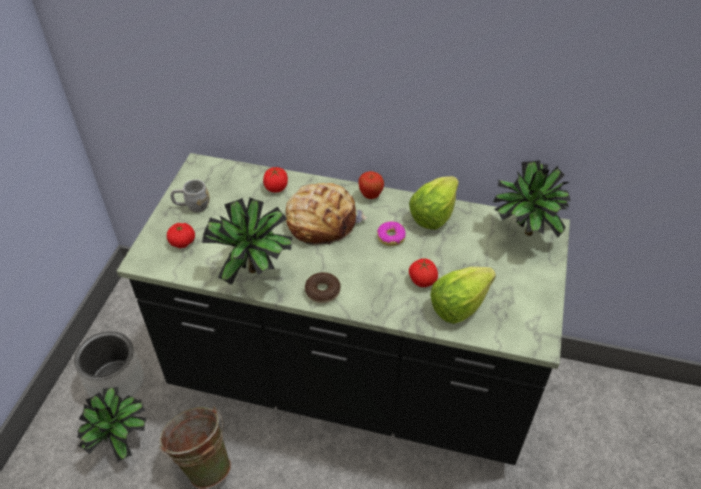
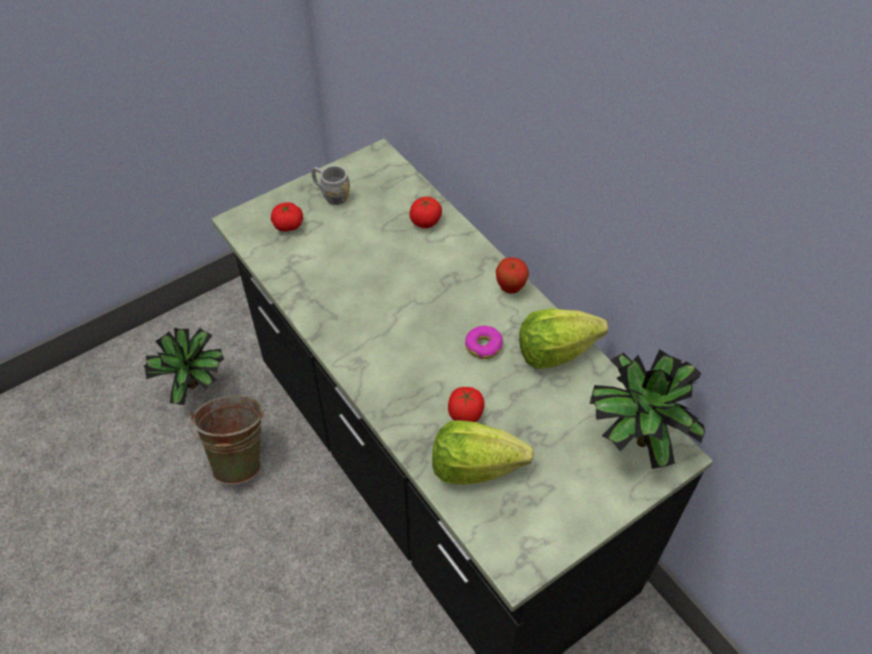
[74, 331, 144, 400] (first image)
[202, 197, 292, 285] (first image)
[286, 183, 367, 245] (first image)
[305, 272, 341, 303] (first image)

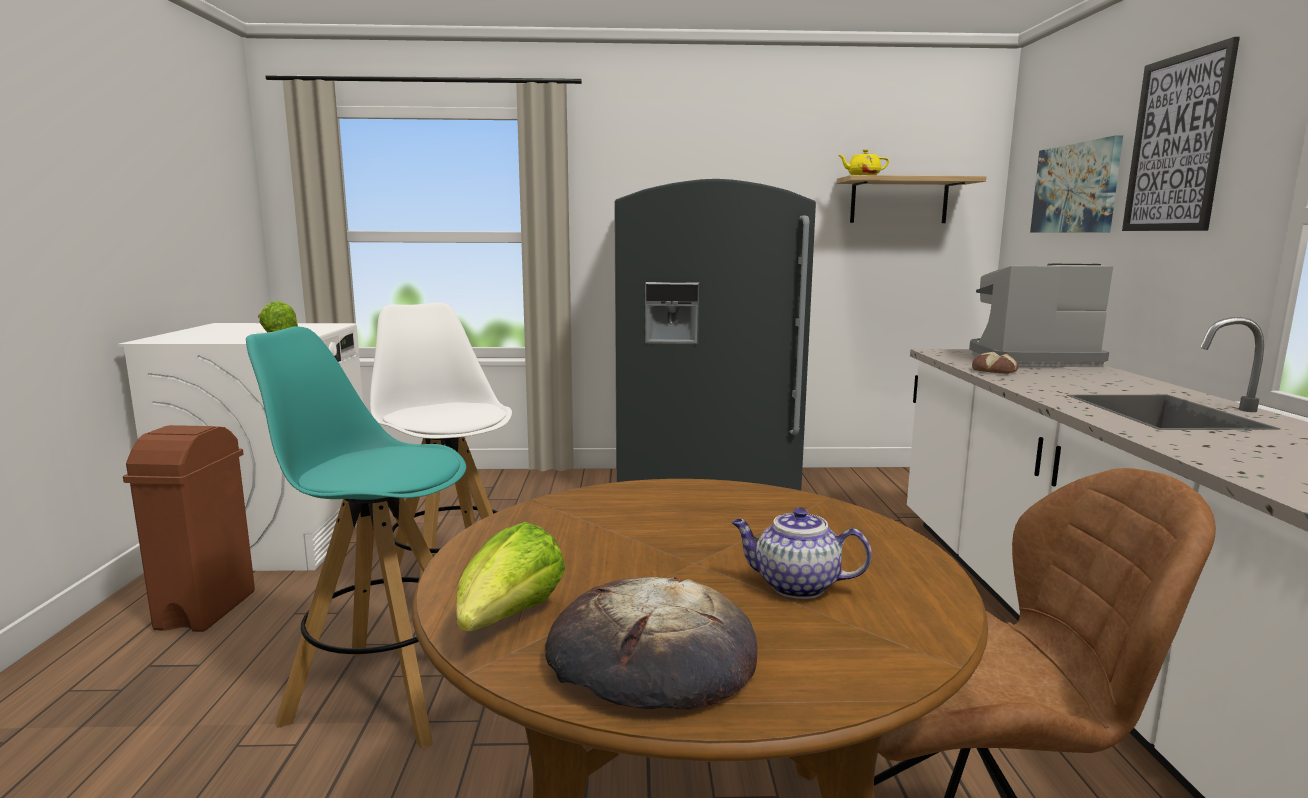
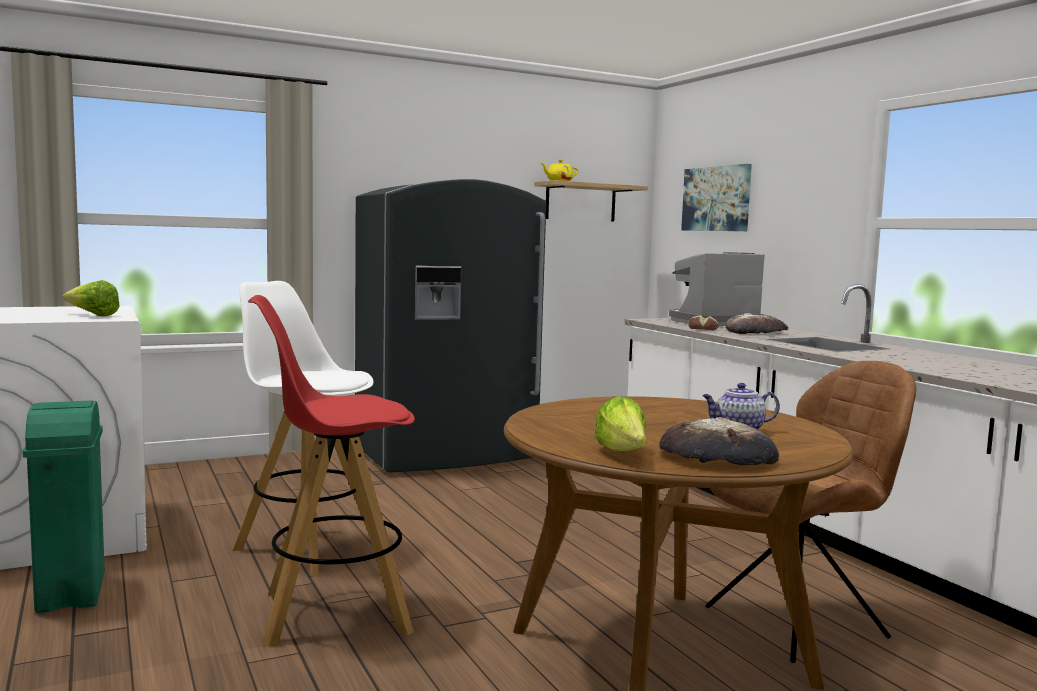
[1122, 37, 1240, 231] (first image)
[726, 313, 788, 334]
[22, 401, 105, 613]
[248, 295, 415, 647]

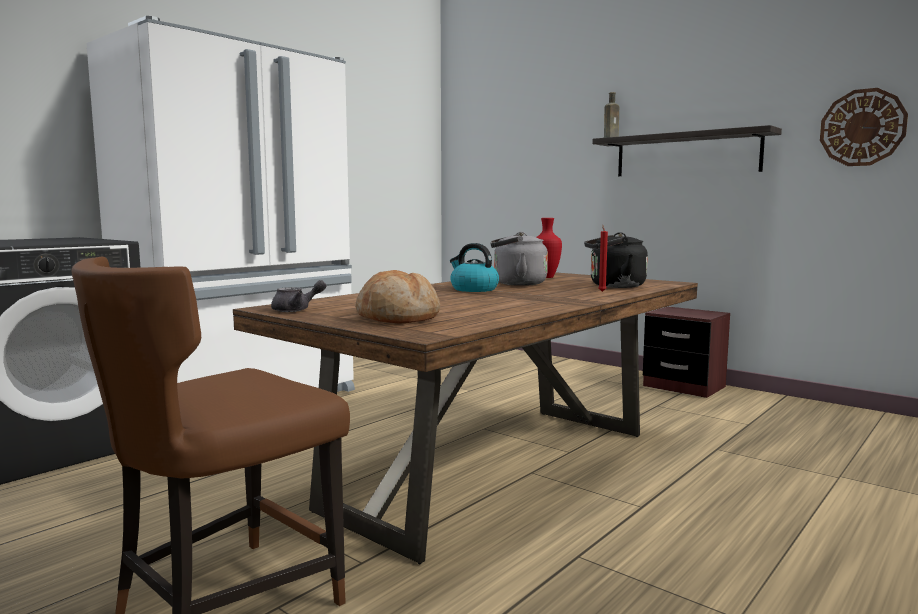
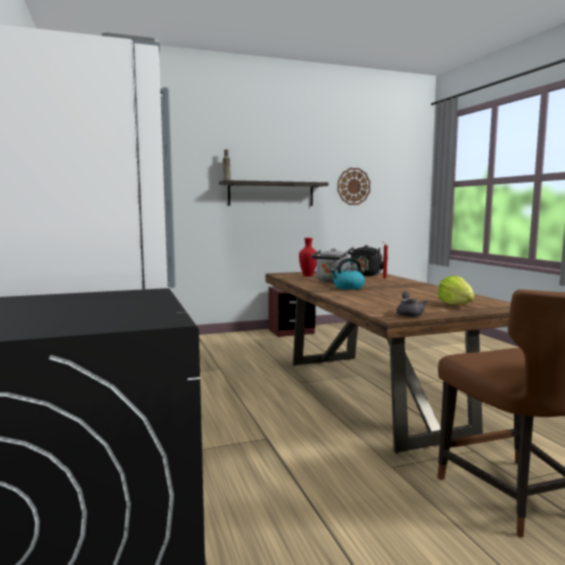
[438, 275, 474, 305]

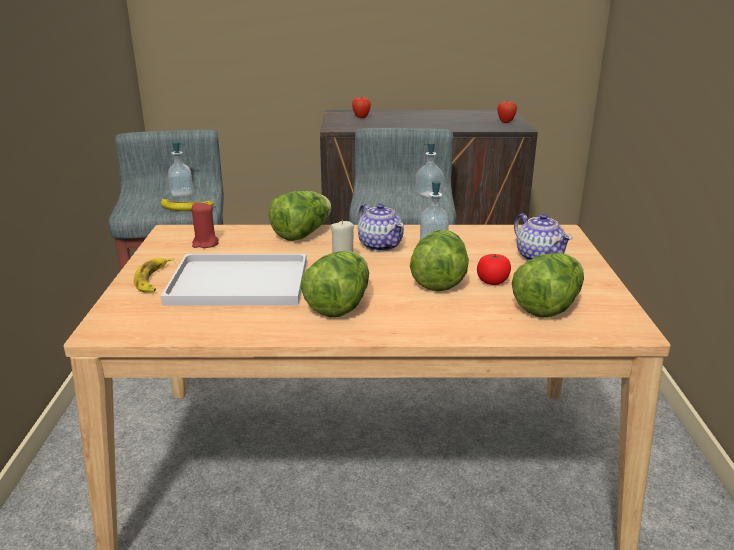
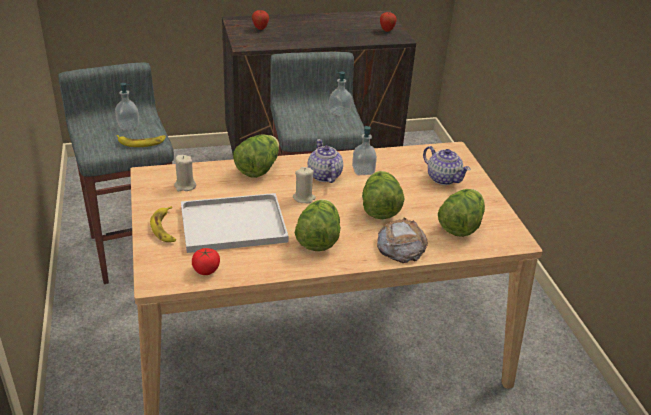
[377, 217, 428, 263]
[192, 248, 220, 275]
[174, 155, 196, 191]
[308, 139, 343, 183]

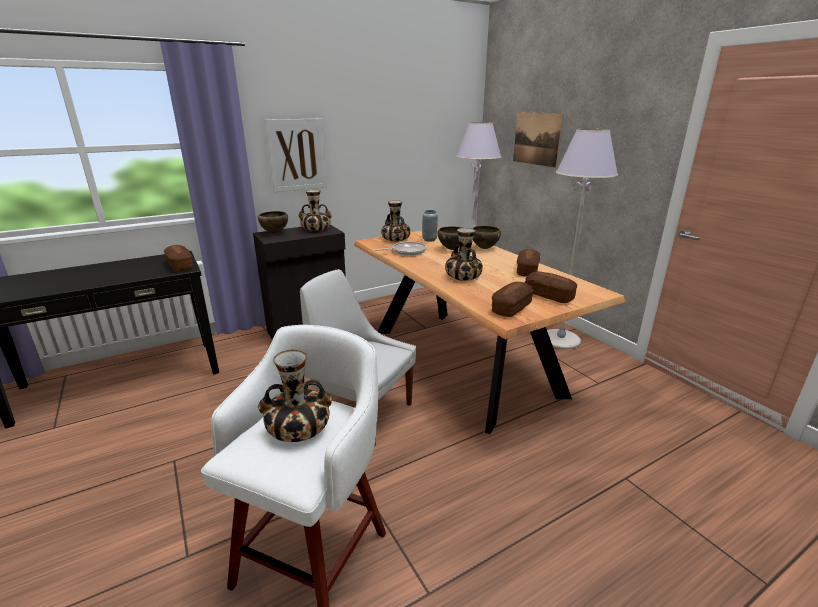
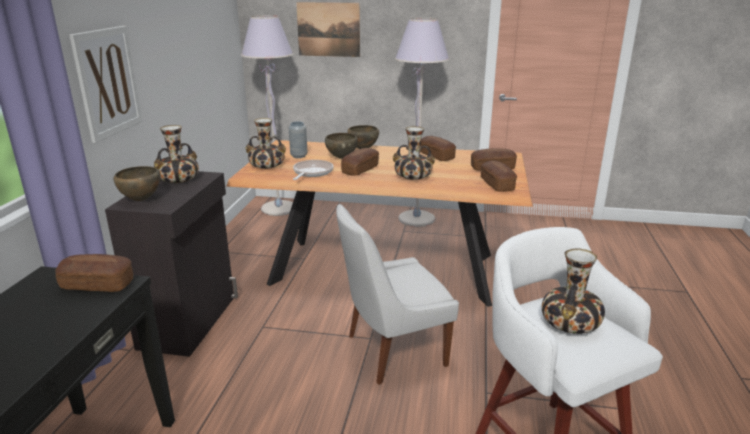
[341, 148, 379, 176]

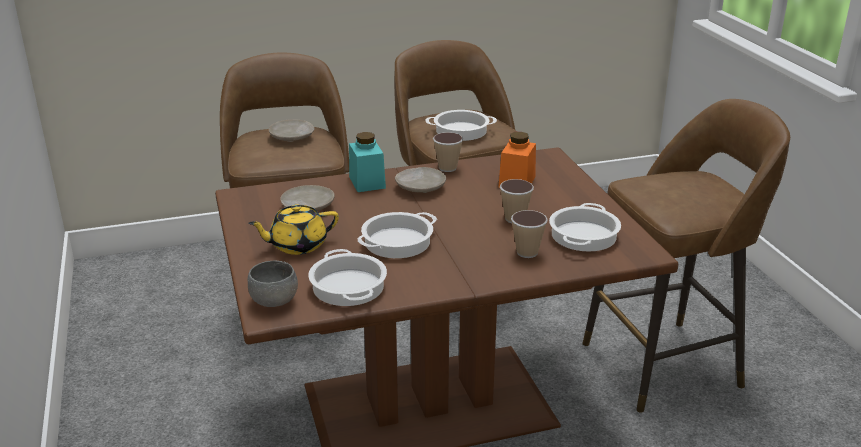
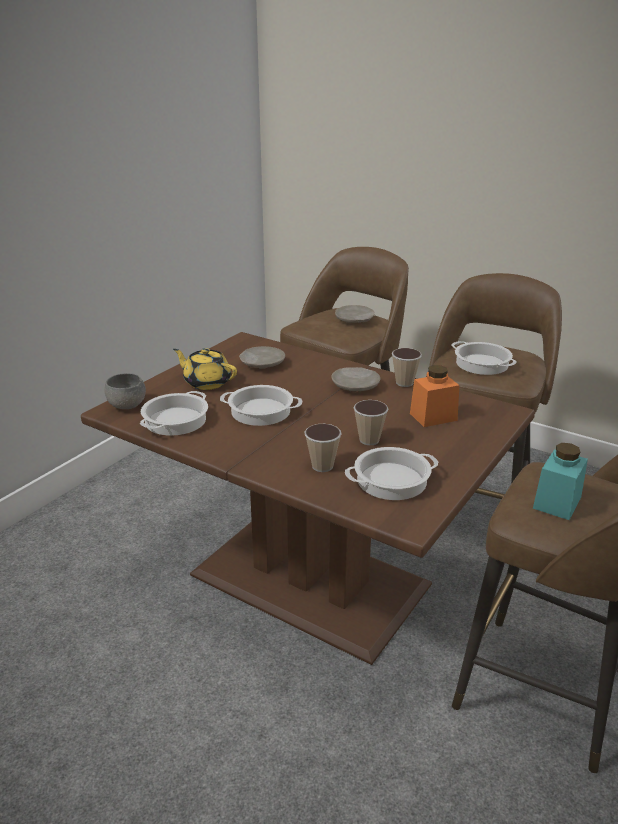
[533, 443, 588, 520]

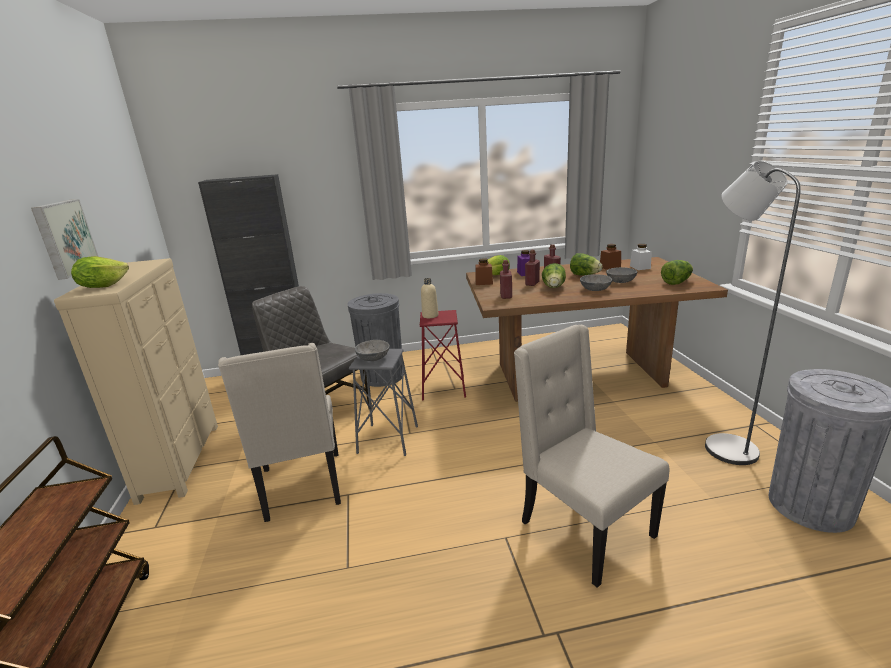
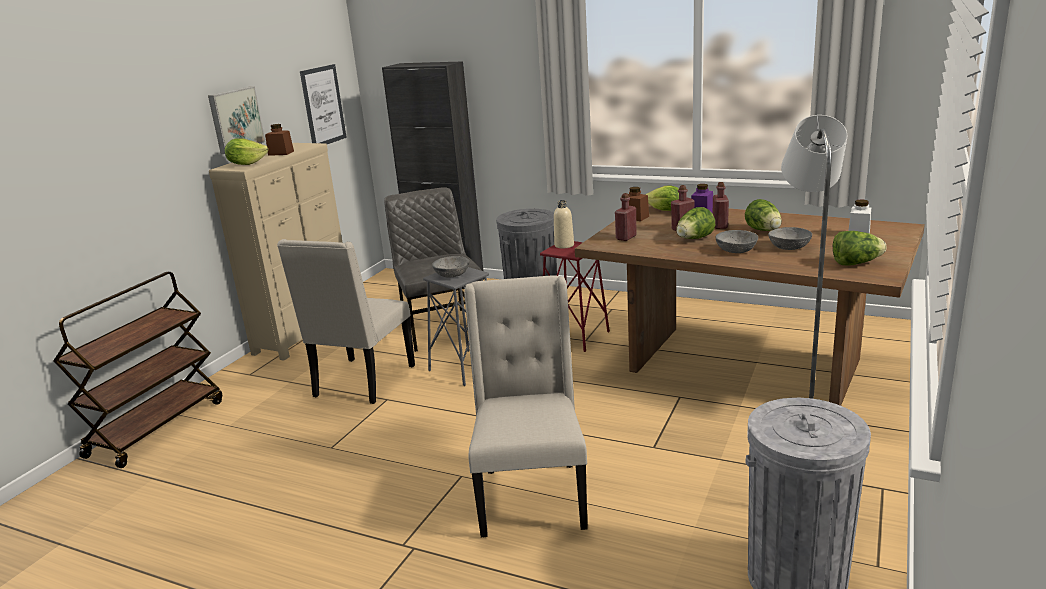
[300, 64, 347, 144]
[265, 124, 294, 156]

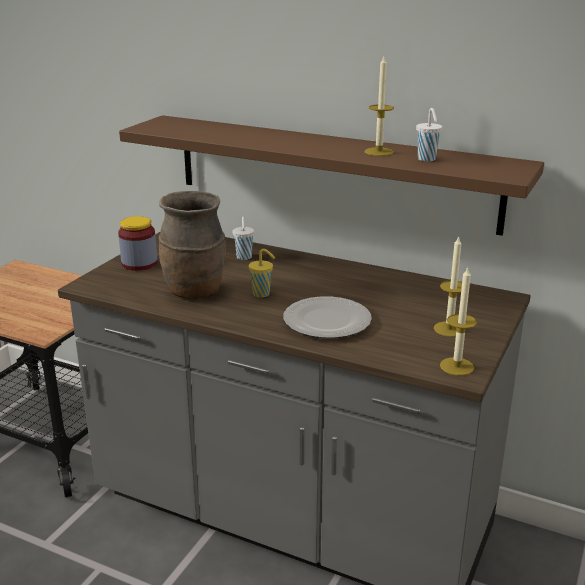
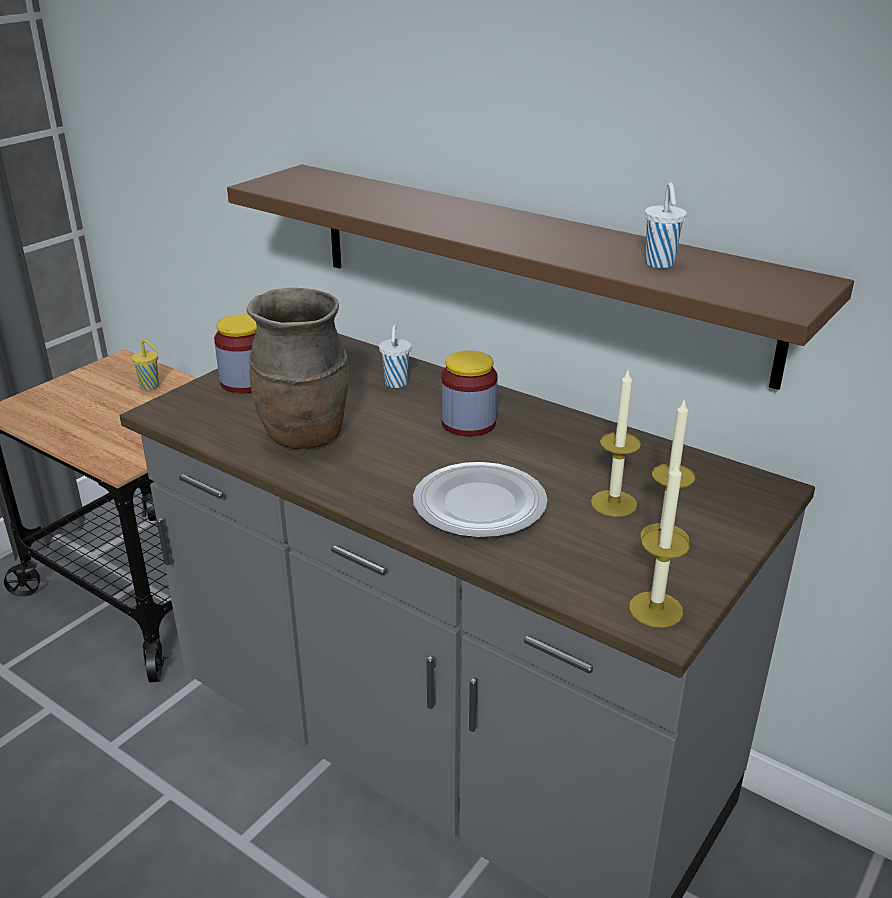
[441, 351, 498, 436]
[131, 339, 159, 390]
[591, 371, 641, 517]

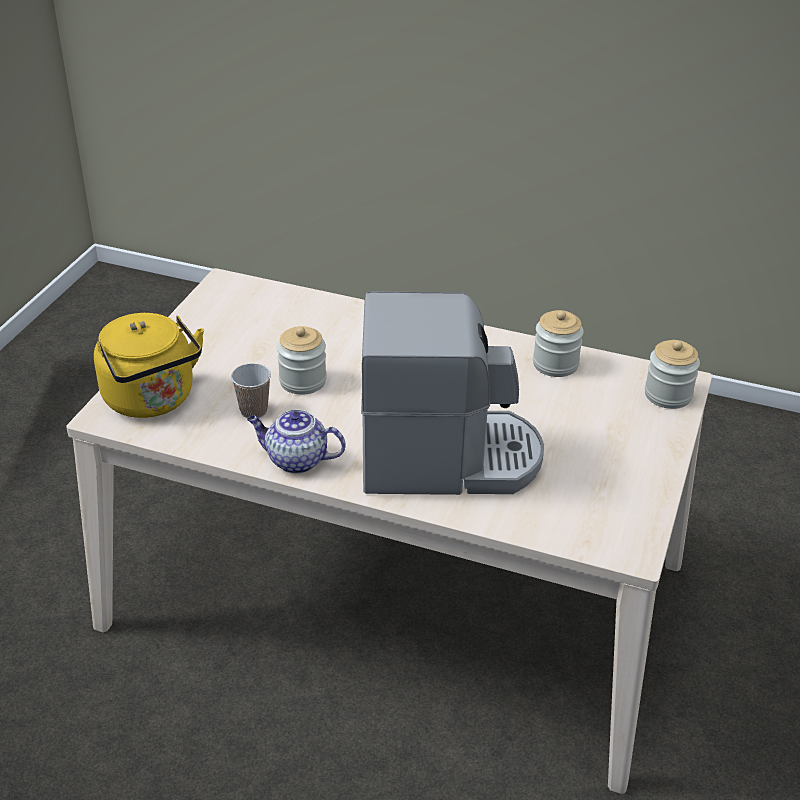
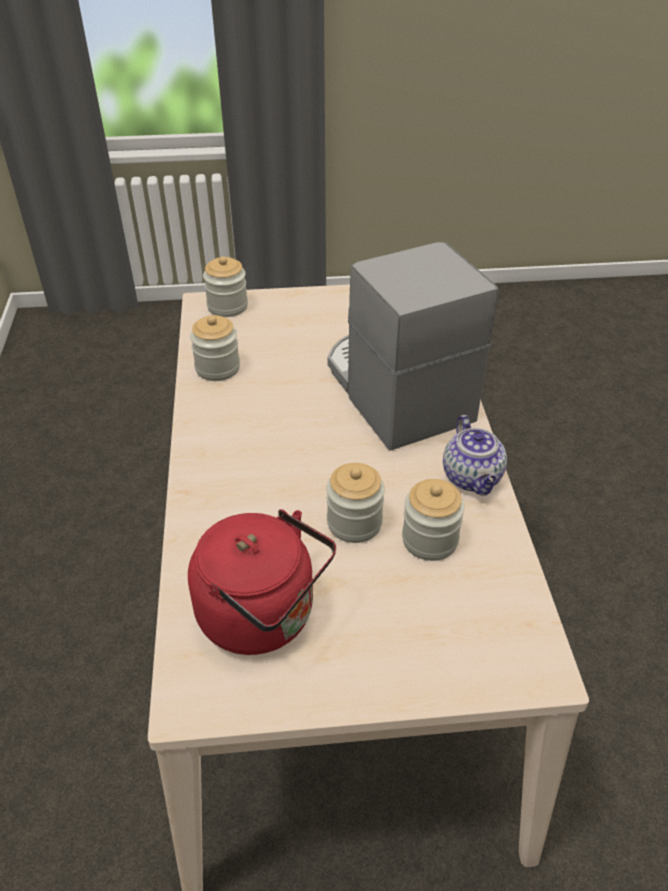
[94, 313, 204, 418] (first image)
[188, 509, 336, 655]
[402, 479, 464, 561]

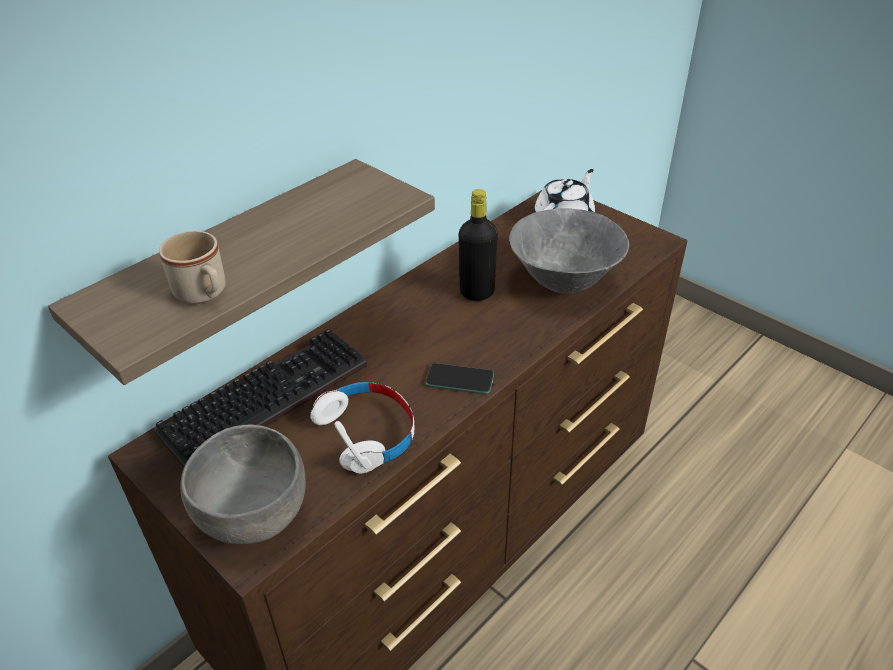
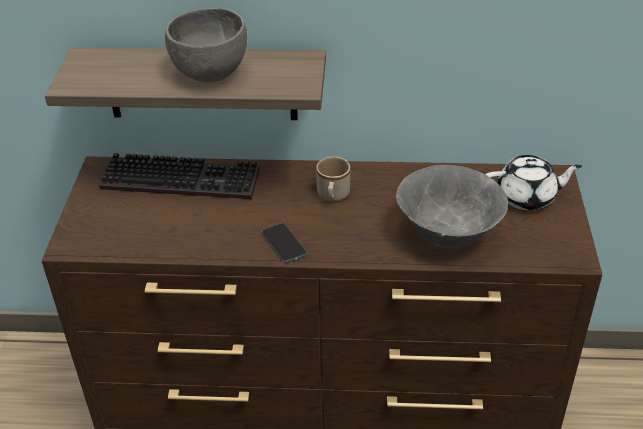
[310, 382, 414, 474] (first image)
[459, 189, 498, 301] (first image)
[316, 157, 350, 202]
[165, 8, 247, 82]

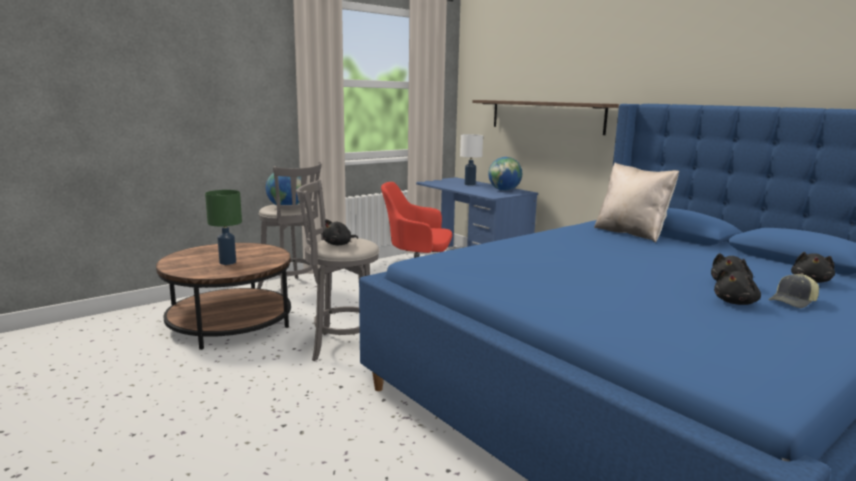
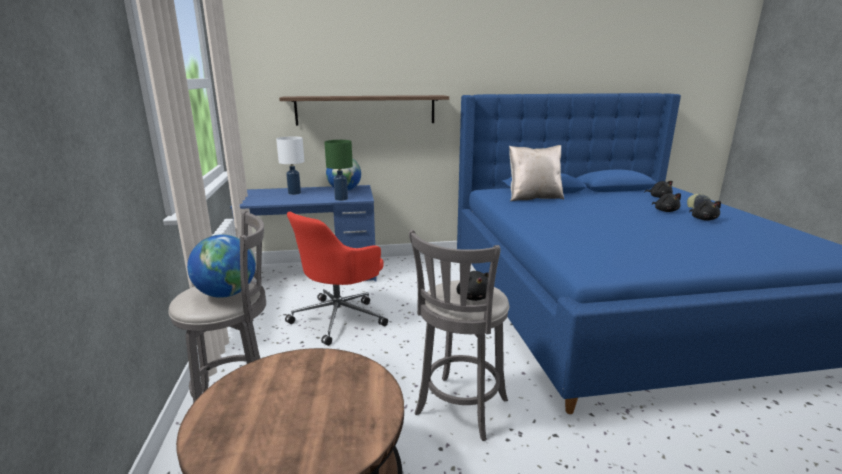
[324, 140, 353, 201]

